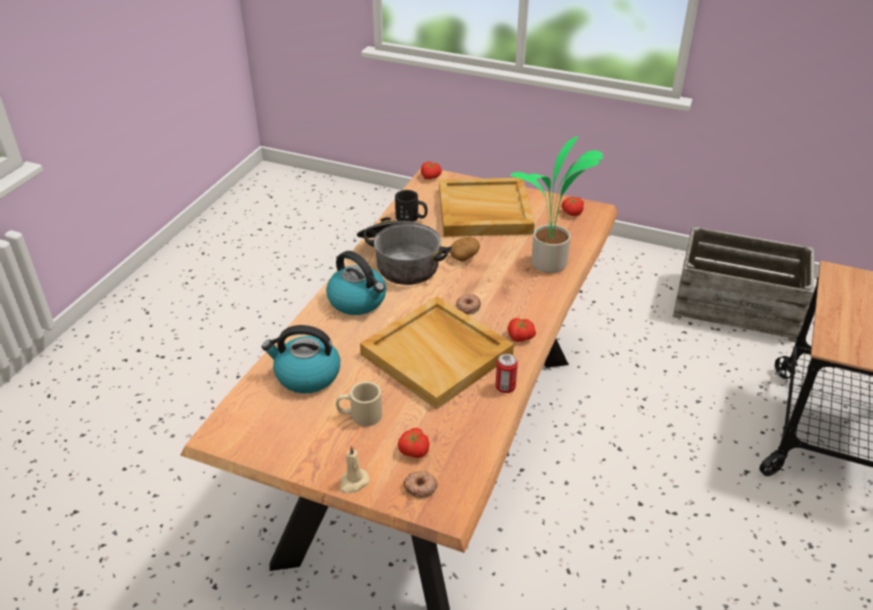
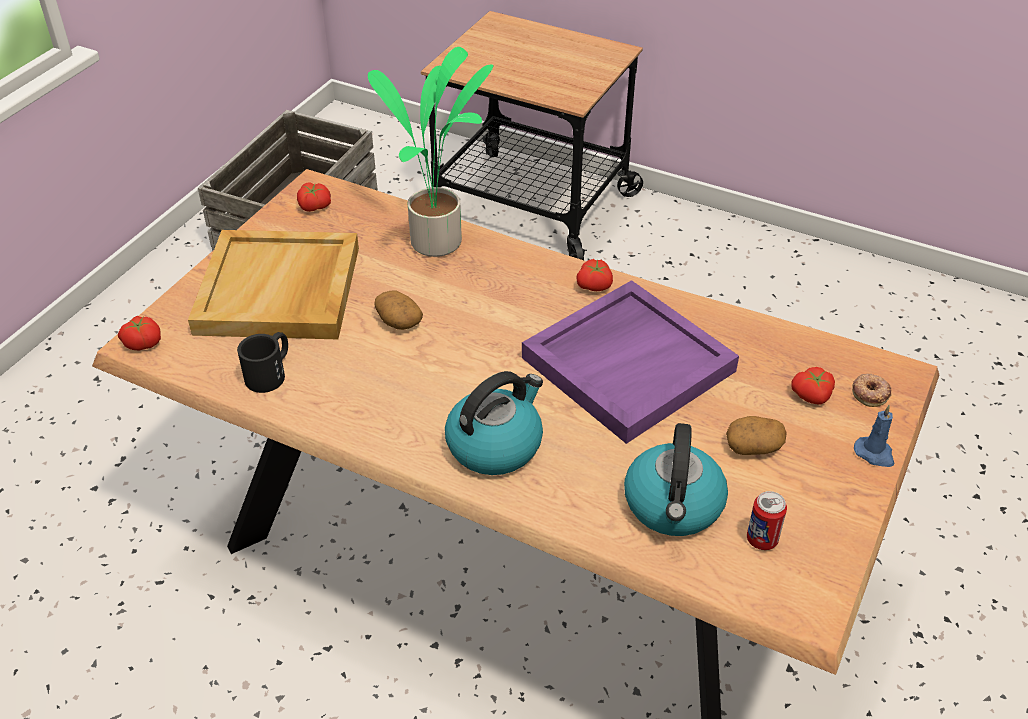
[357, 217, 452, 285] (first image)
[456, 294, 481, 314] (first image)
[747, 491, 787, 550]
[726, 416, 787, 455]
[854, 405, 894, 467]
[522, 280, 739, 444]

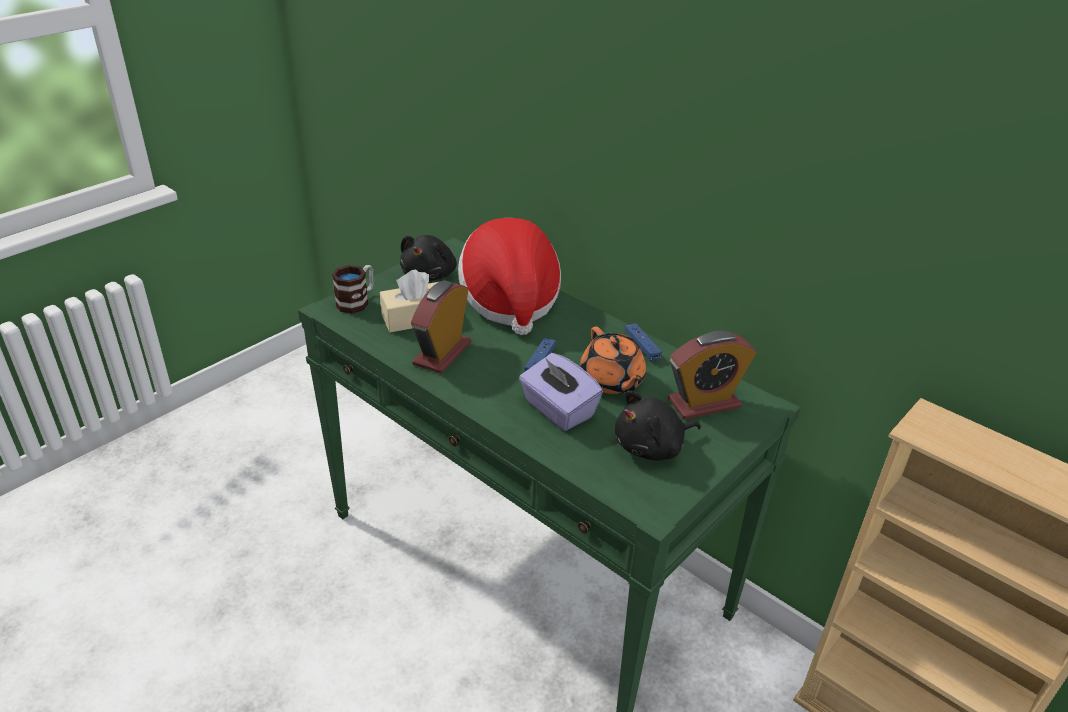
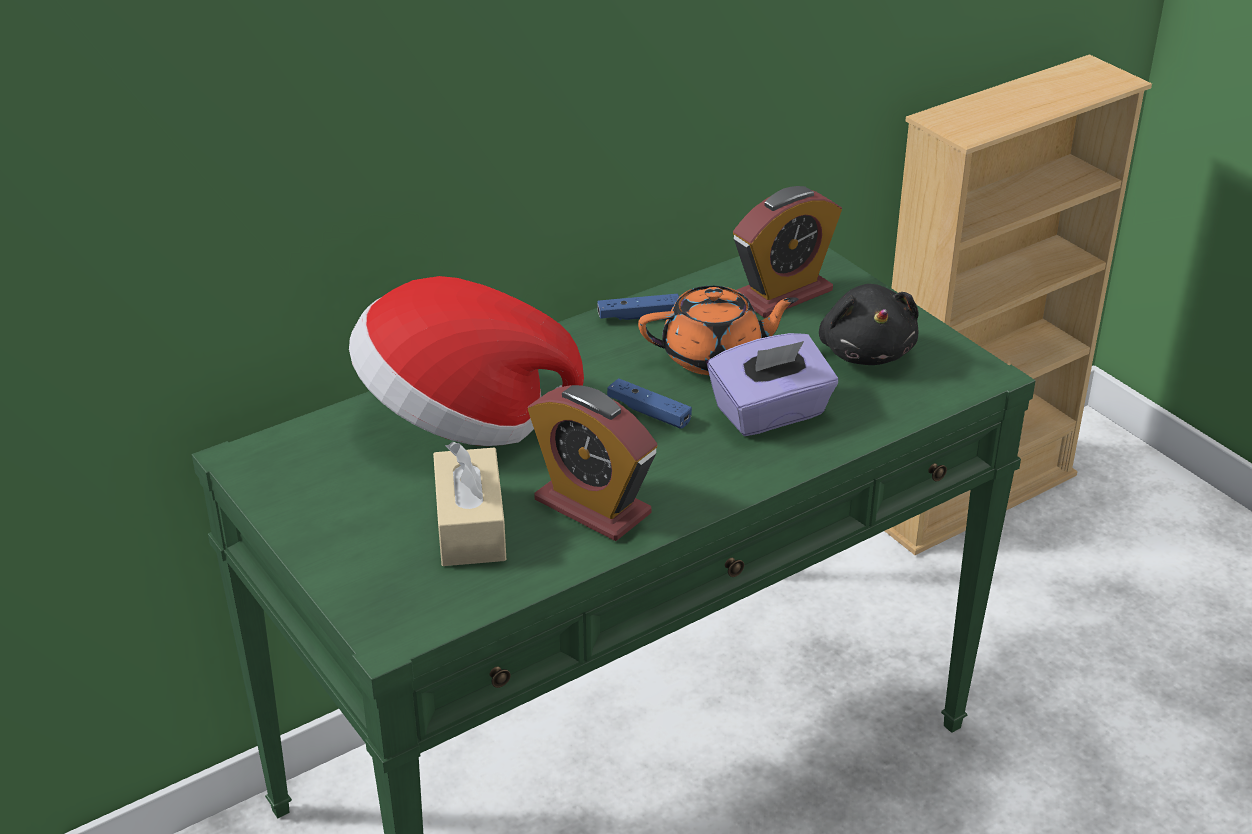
[332, 265, 374, 314] (first image)
[400, 235, 457, 281] (first image)
[733, 186, 842, 318]

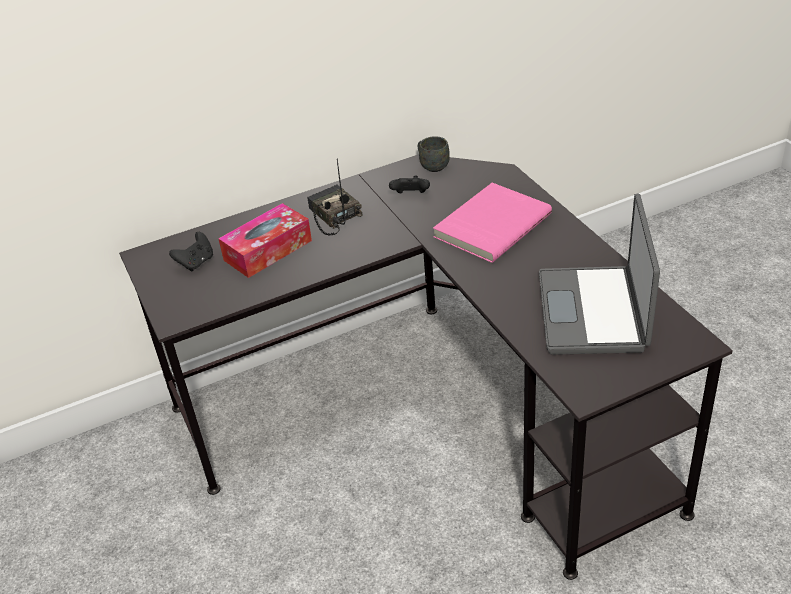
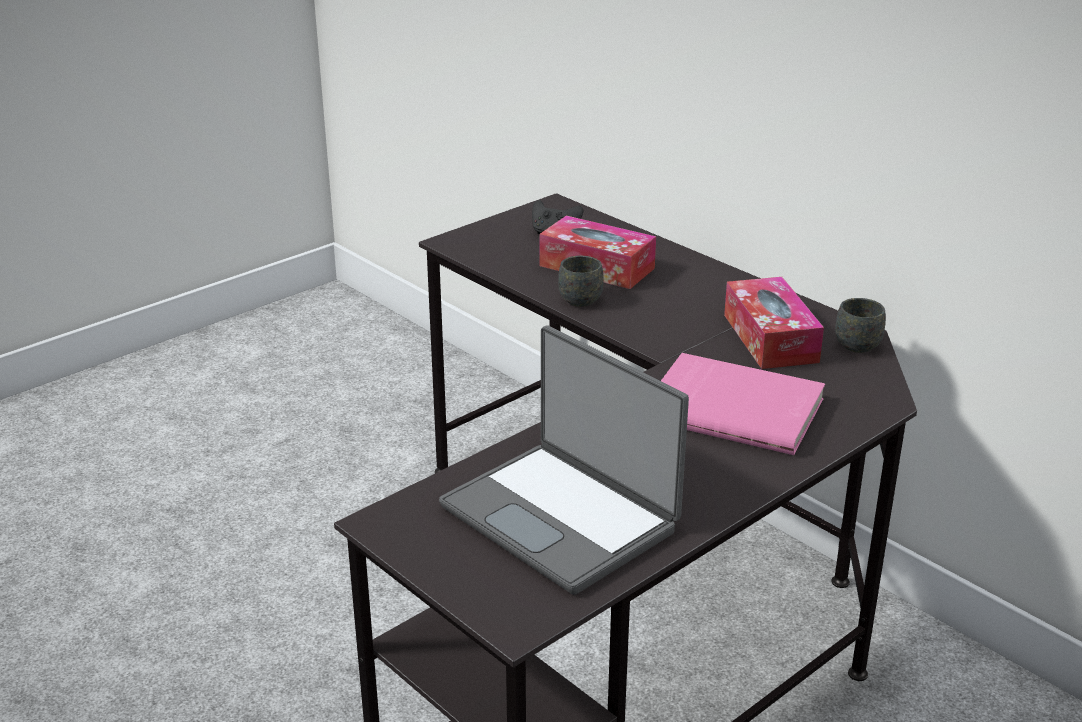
[307, 158, 363, 235] (first image)
[558, 256, 604, 307]
[724, 277, 824, 369]
[439, 326, 689, 595]

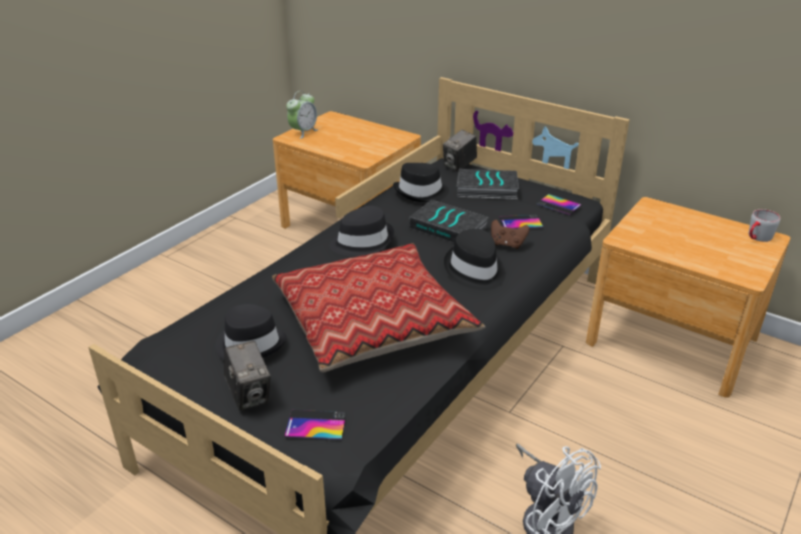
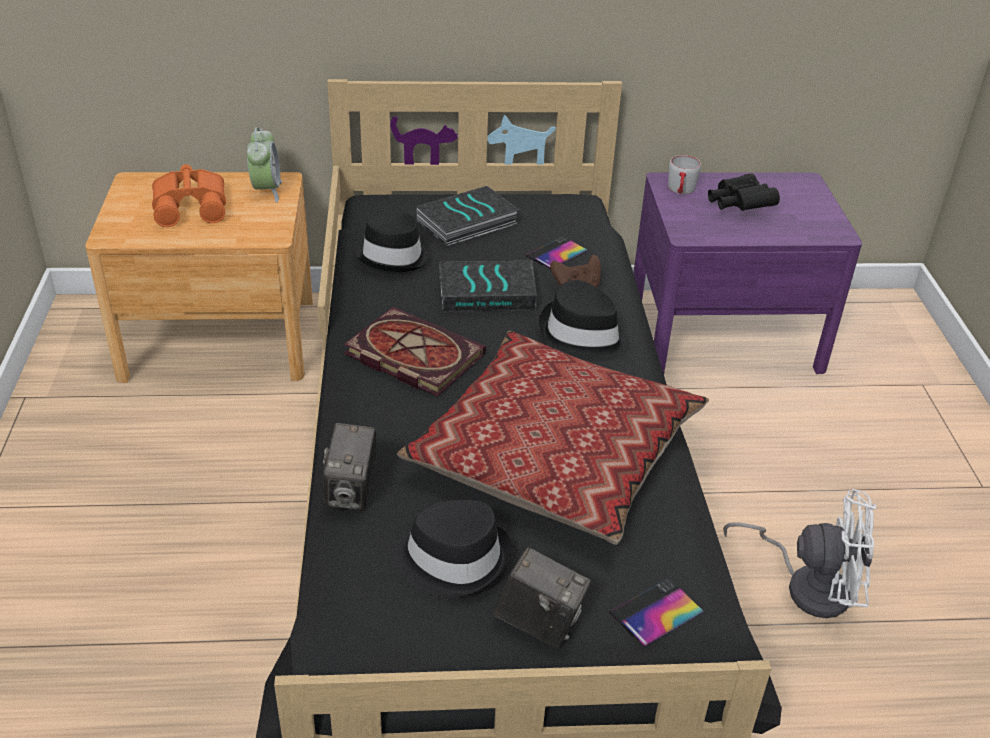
[537, 194, 582, 215] (first image)
[152, 164, 226, 227]
[708, 173, 780, 211]
[247, 127, 282, 202]
[323, 423, 376, 511]
[668, 155, 701, 194]
[344, 307, 486, 396]
[633, 172, 862, 374]

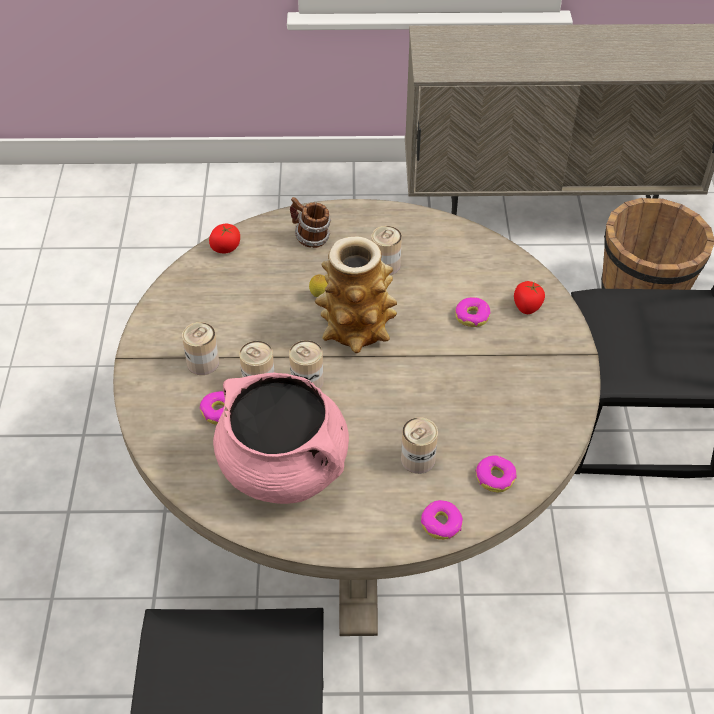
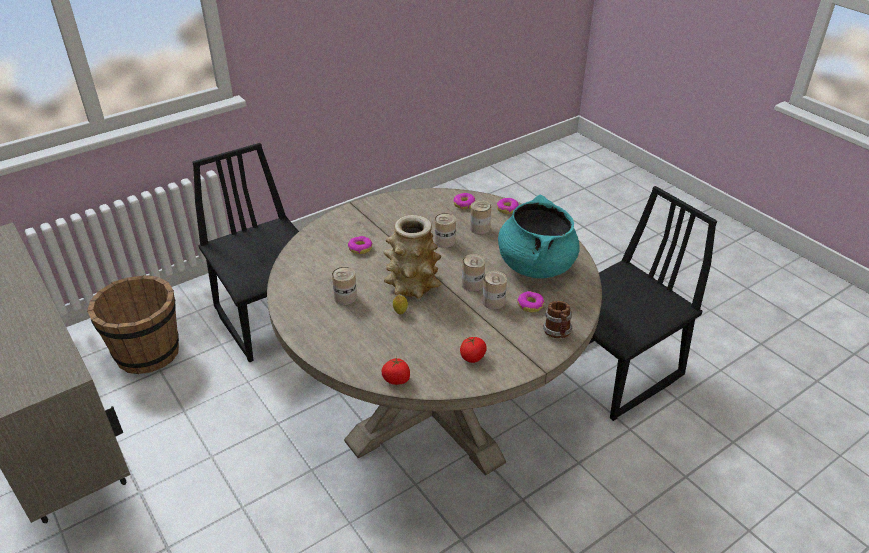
[435, 213, 456, 248]
[543, 301, 572, 338]
[460, 336, 487, 363]
[498, 195, 580, 278]

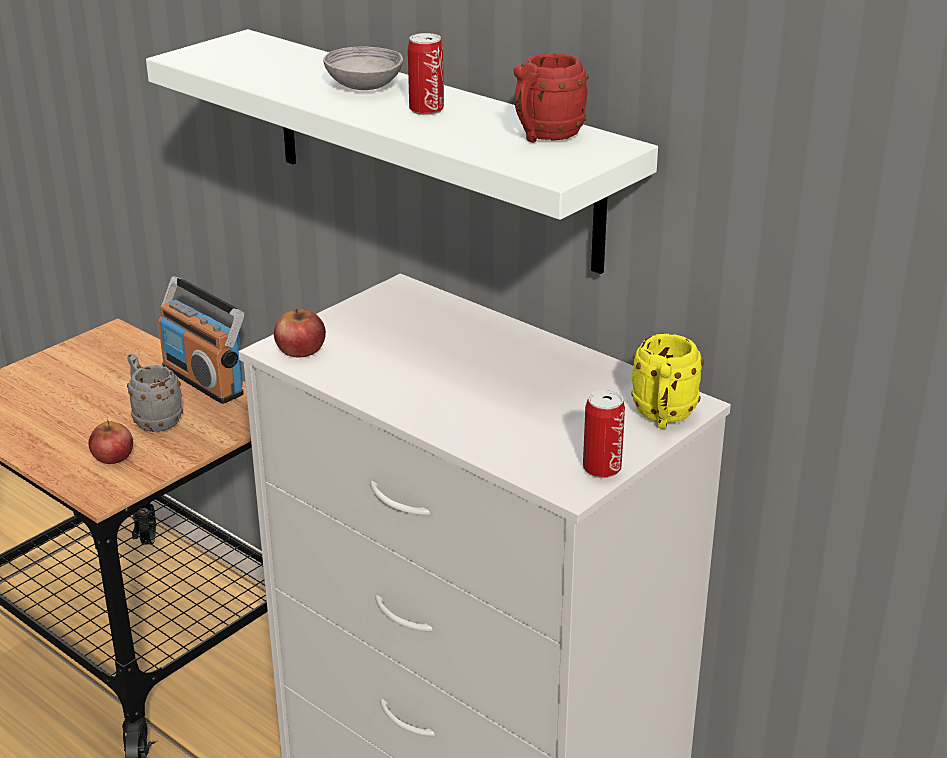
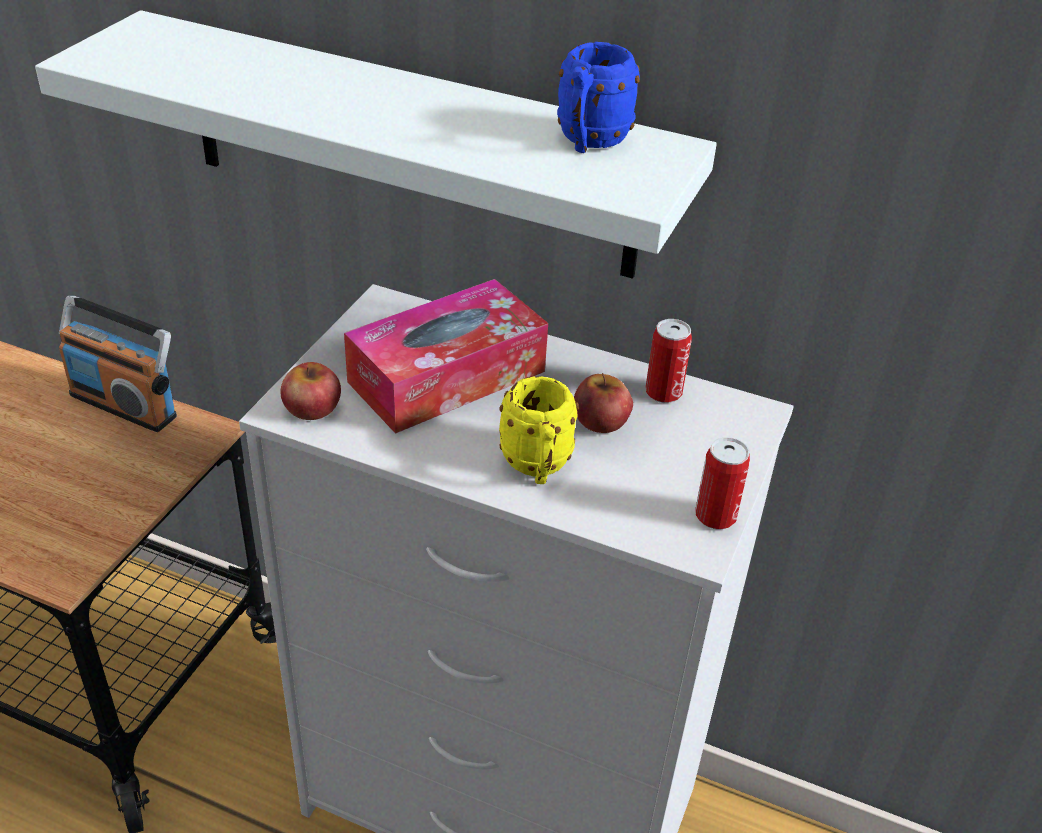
[127, 354, 183, 432] (first image)
[323, 46, 403, 90] (first image)
[344, 279, 548, 434]
[574, 373, 633, 433]
[645, 319, 692, 403]
[499, 376, 579, 484]
[557, 42, 640, 153]

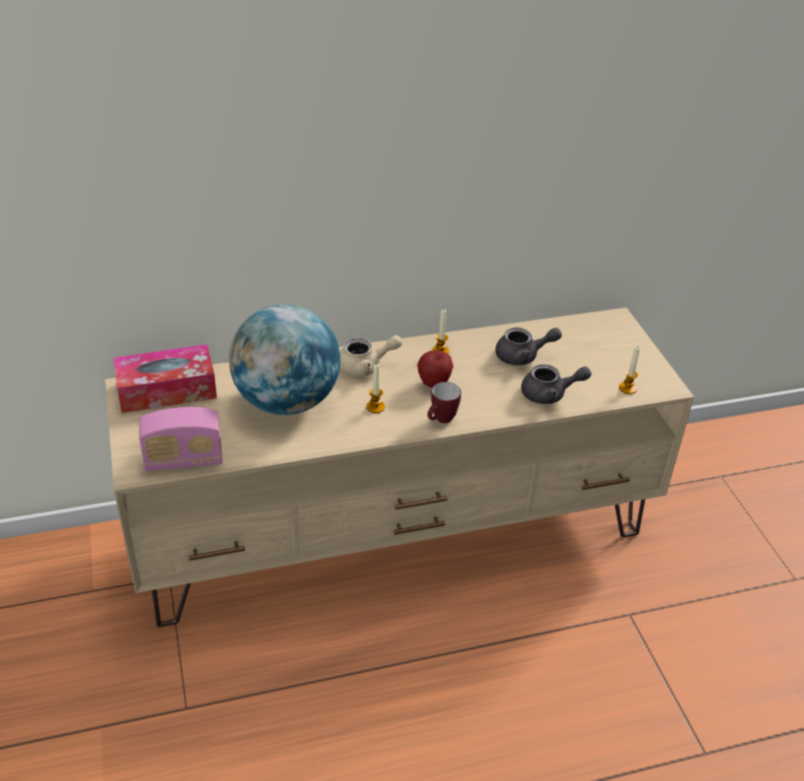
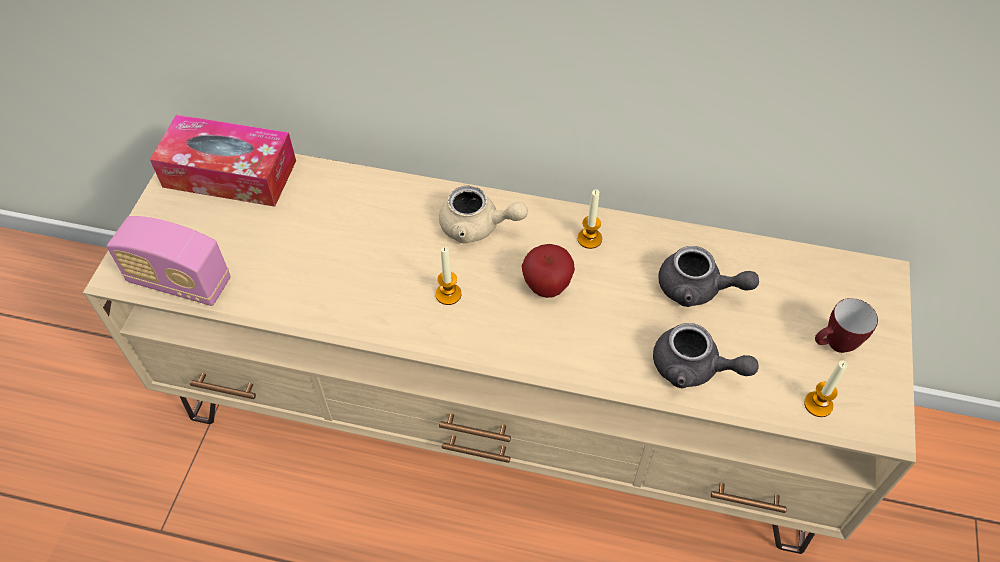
[229, 304, 341, 415] (first image)
[815, 298, 878, 353]

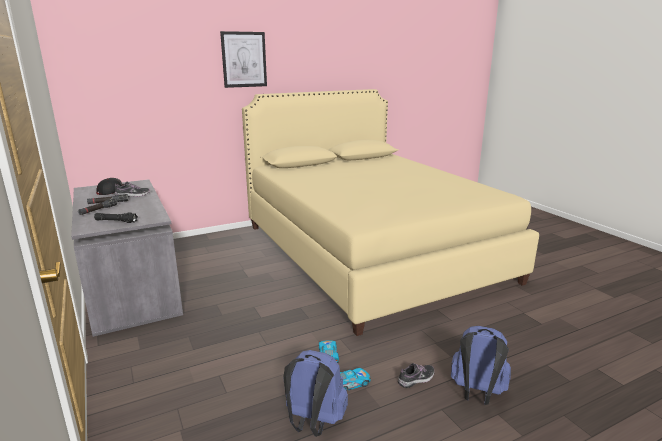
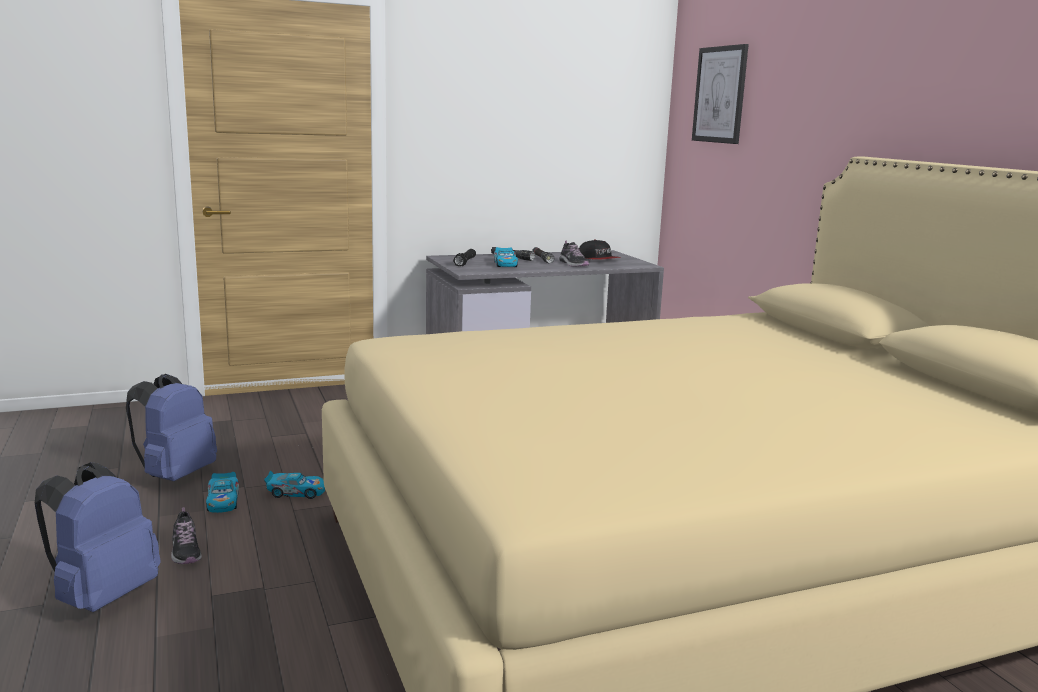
[494, 247, 518, 267]
[692, 44, 749, 144]

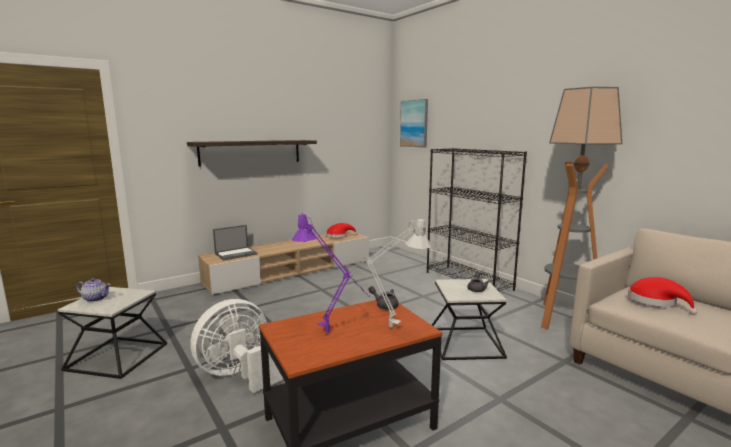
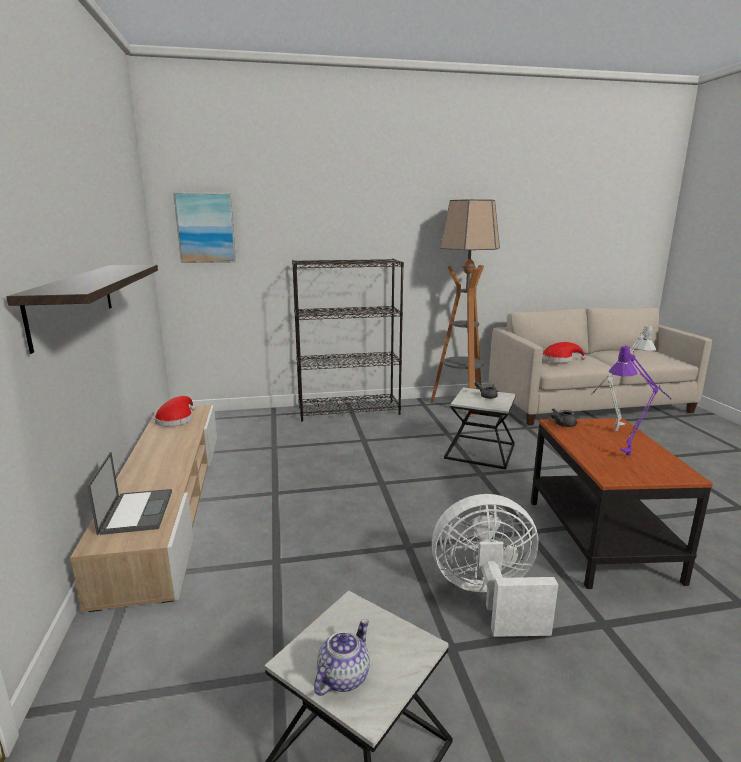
[432, 494, 558, 637]

